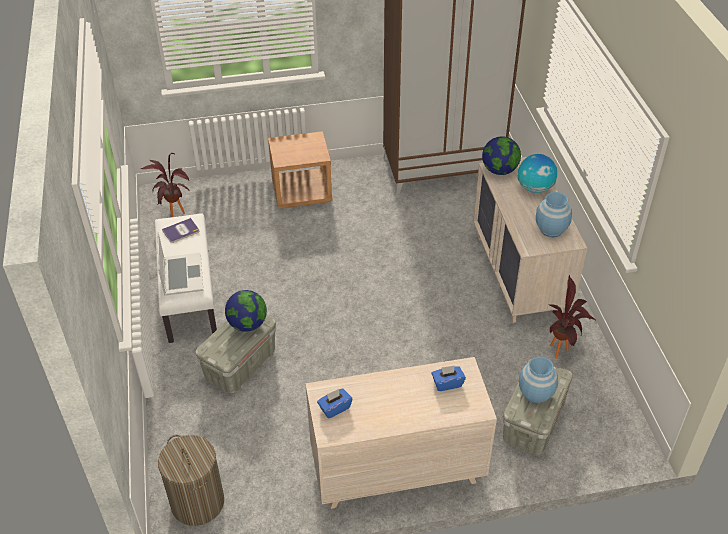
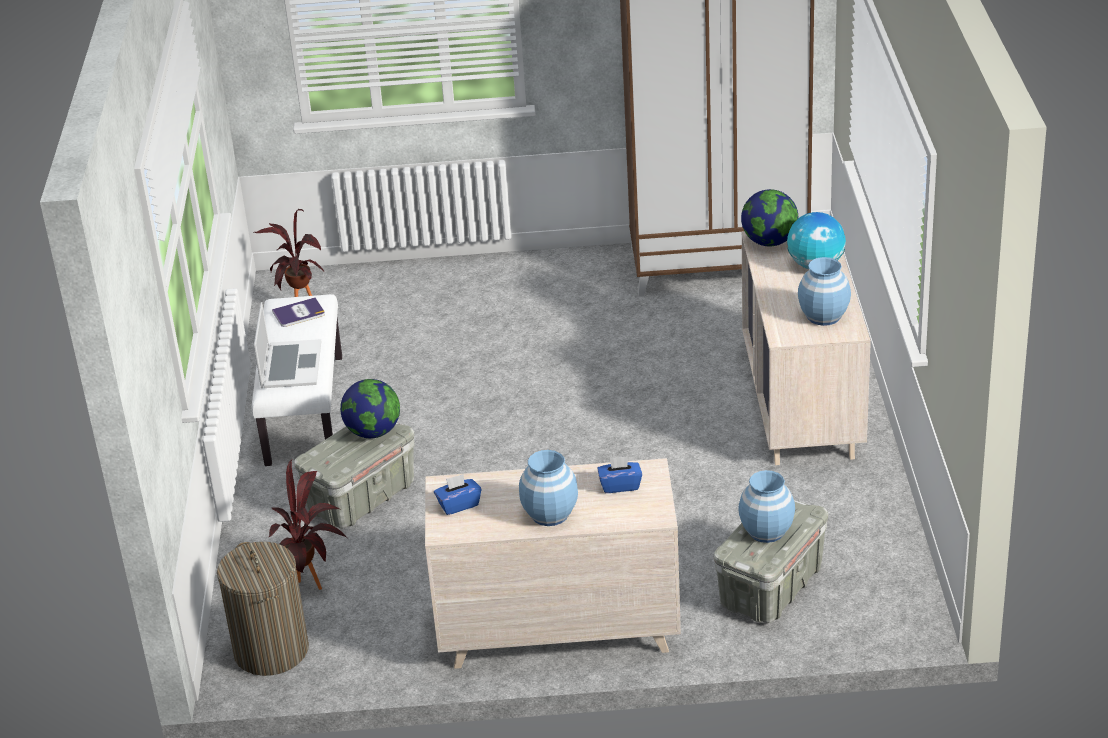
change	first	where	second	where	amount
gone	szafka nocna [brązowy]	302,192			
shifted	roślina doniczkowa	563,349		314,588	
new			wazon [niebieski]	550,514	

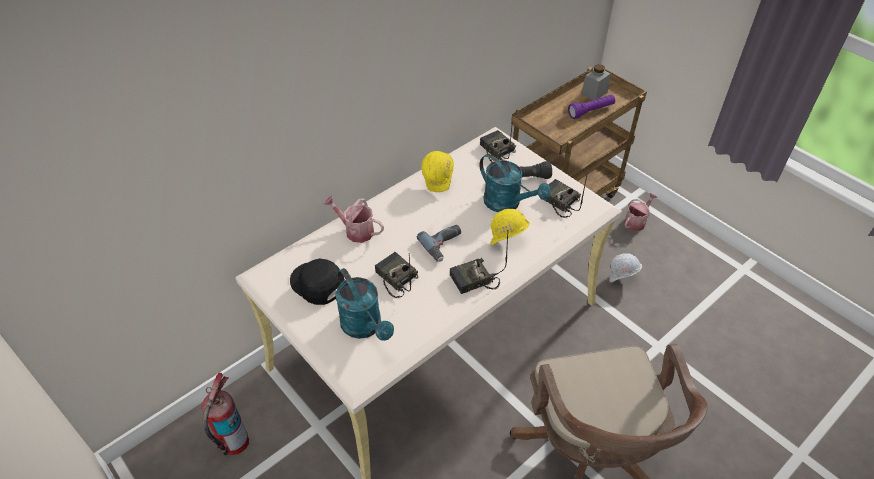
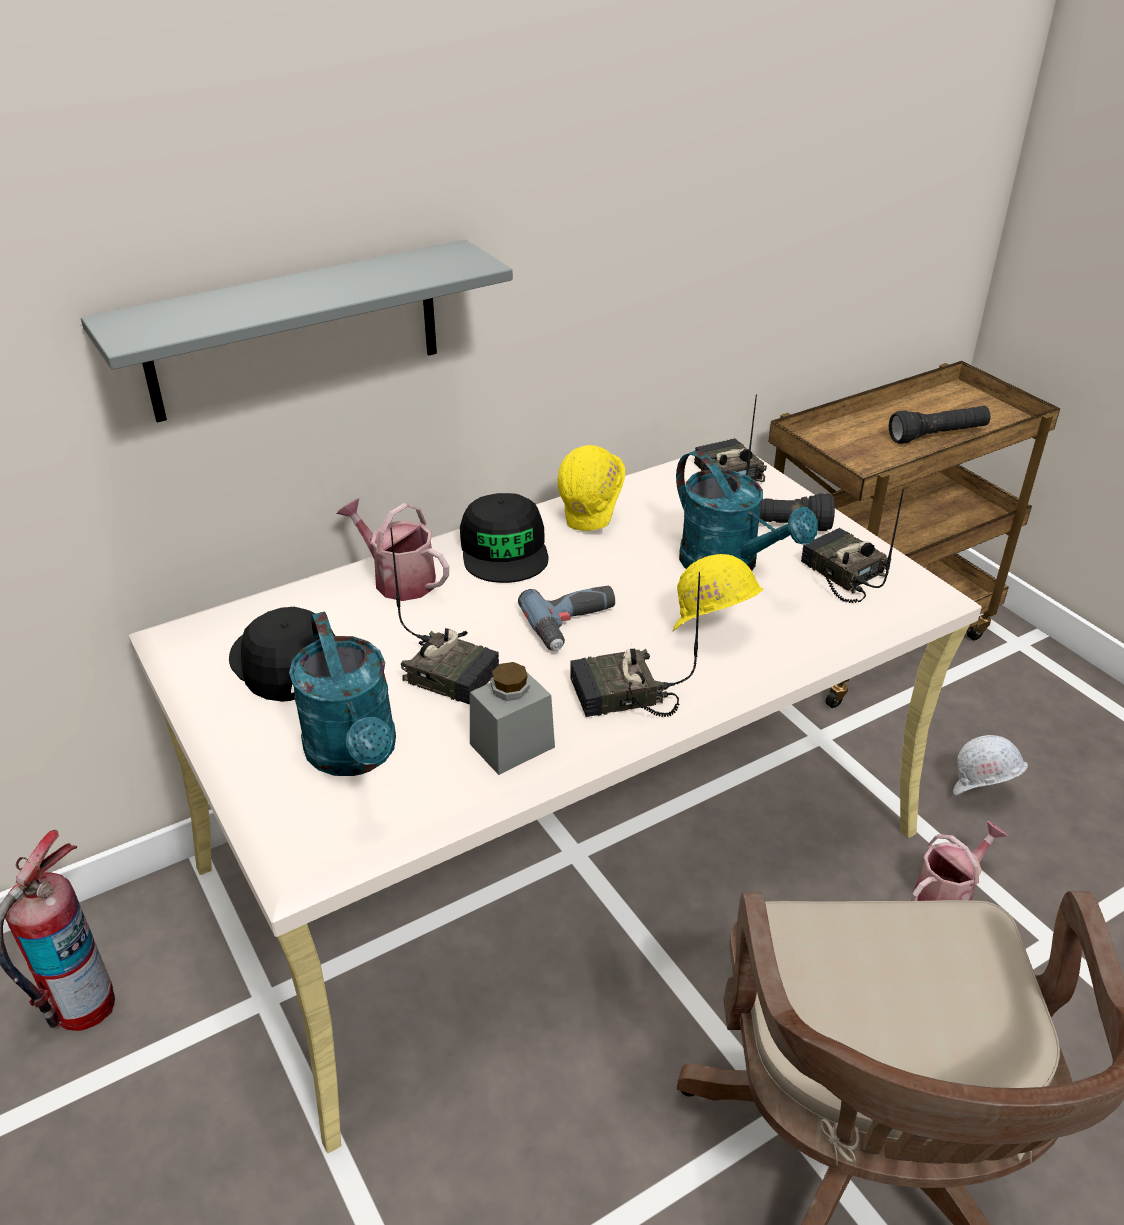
change	first	where	second	where	amount
shifted	słoik [szary]	594,93		512,745	
repainted	latarka [fioletowy]	591,111	latarka [czarny]	937,436	
shifted	konewka	636,221		948,891	
rotated	radio	395,278		451,671	150 degrees clockwise
new			półka [szary]	295,331	
new			czapka z daszkiem [czarny]	504,550	

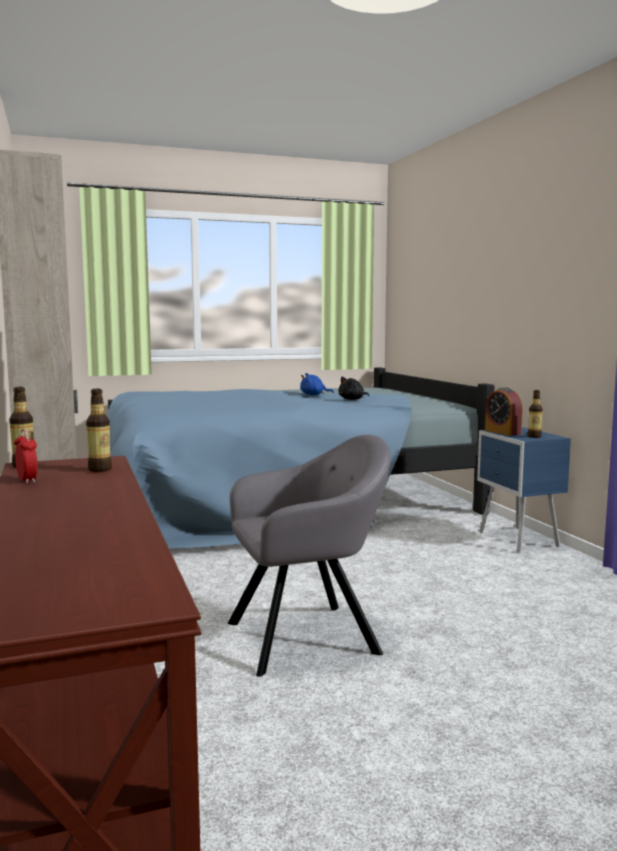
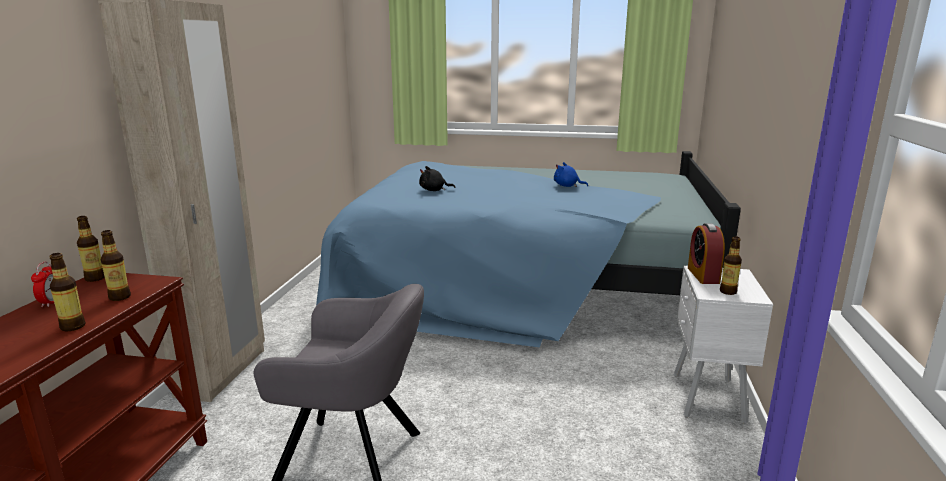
change	first	where	second	where	amount
shifted	pluszak [czarny]	352,399		434,190	
repainted	szafka nocna [niebieski]	518,540	szafka nocna [biały]	707,399	
new			butelka	73,327	

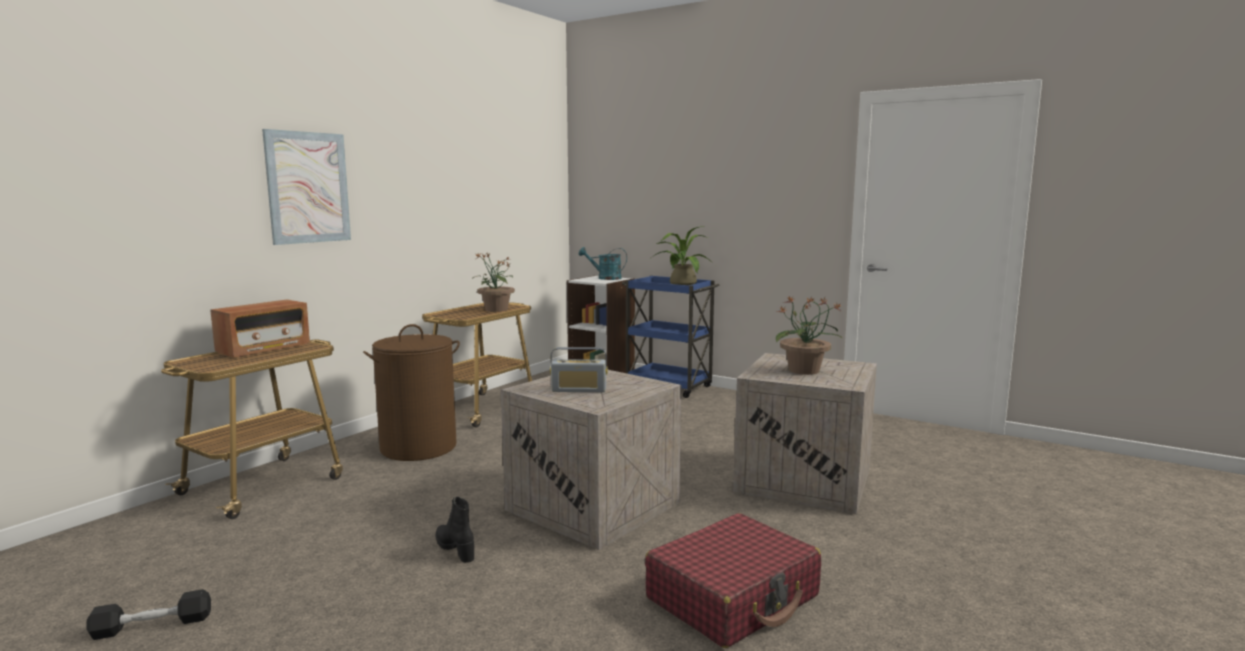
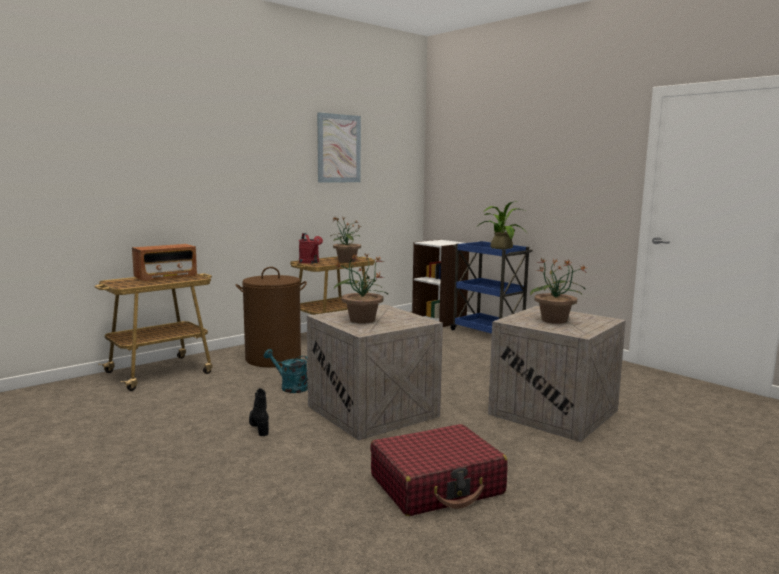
change	first	where	second	where	amount
shifted	obraz	308,187		339,148	
shifted	konewka [turkusowy]	605,278		290,387	
swapped	radio	579,390	roślina doniczkowa	361,320	
gone	hantel [czarny]	152,626			
new			konewka [czerwony]	310,262	

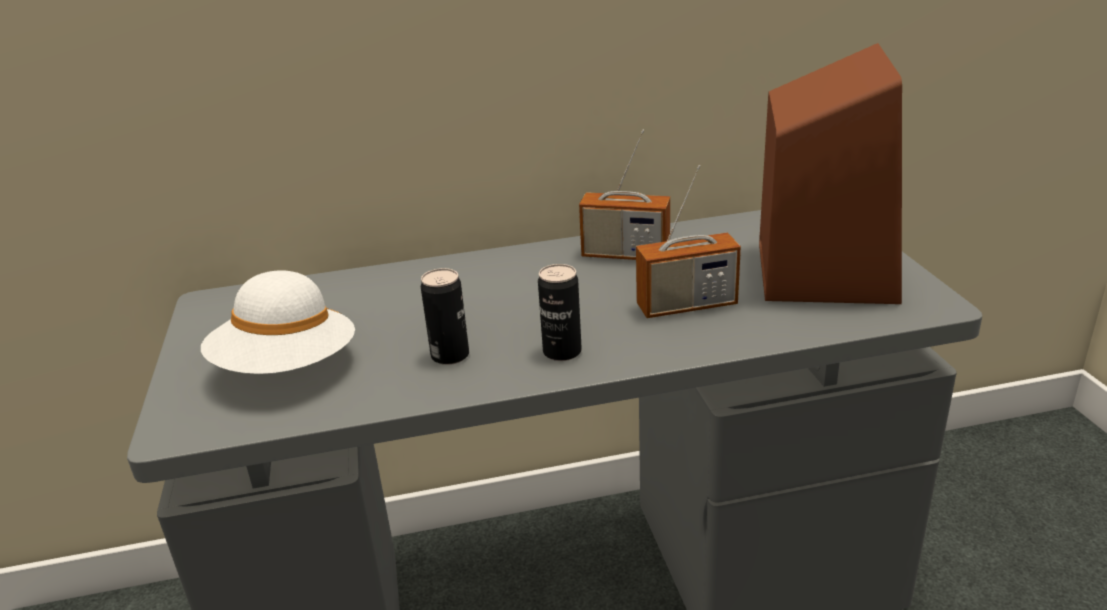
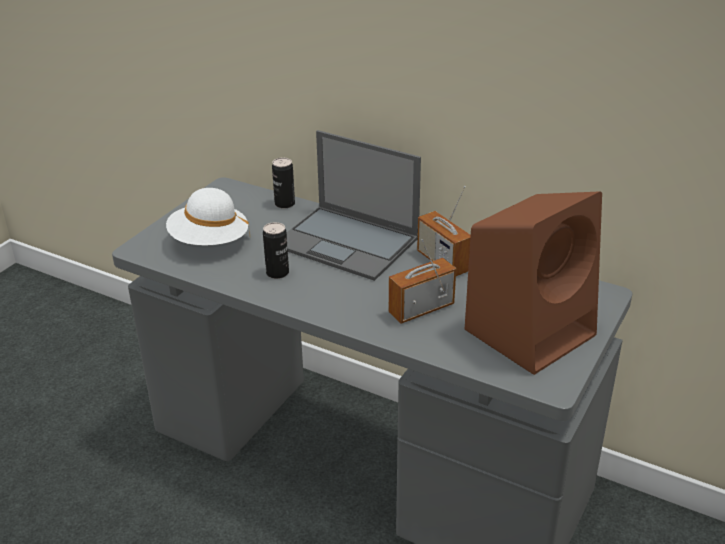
change	first	where	second	where	amount
rotated	radio	686,306		421,309	120 degrees clockwise
shifted	puszka	562,352		284,204	
new			laptop	348,242	

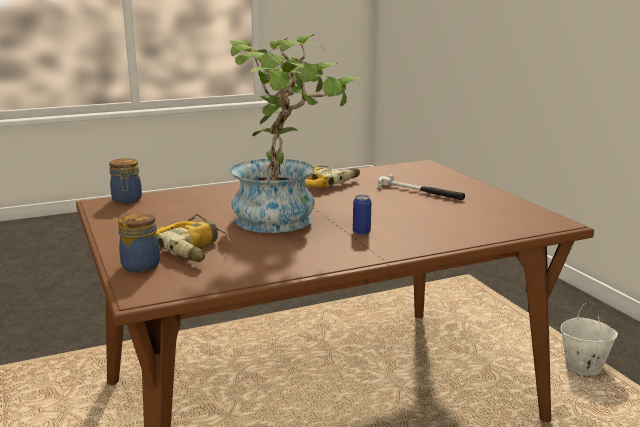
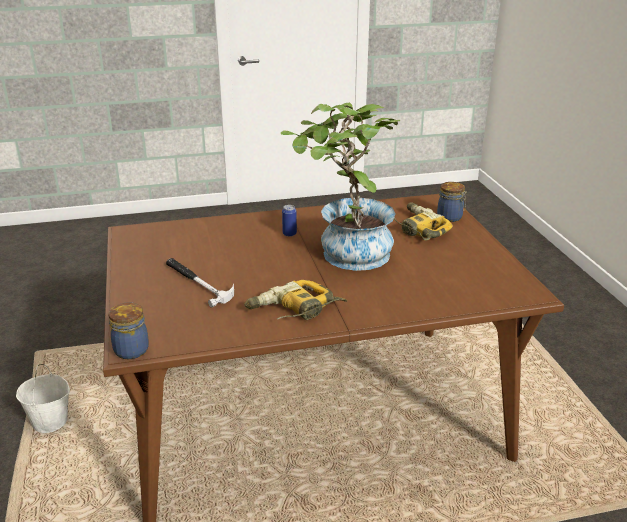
change	first	where	second	where	amount
shifted	słoik	127,200		132,349	

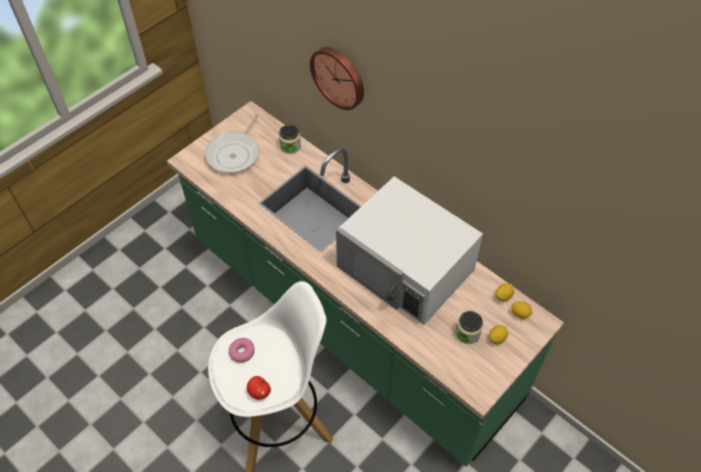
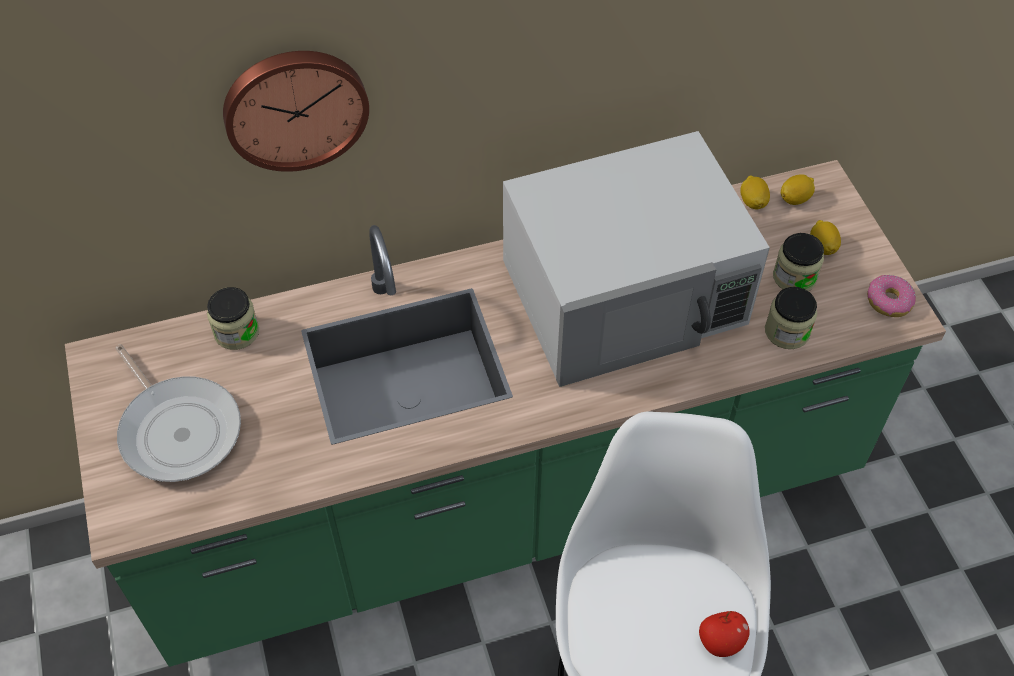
change	first	where	second	where	amount
shifted	donut	242,352		888,301	
new			słoik	787,331	

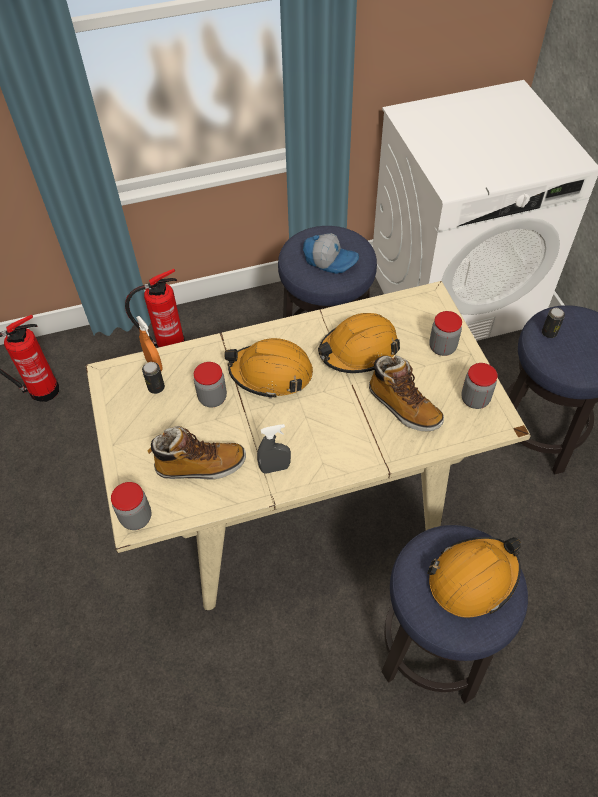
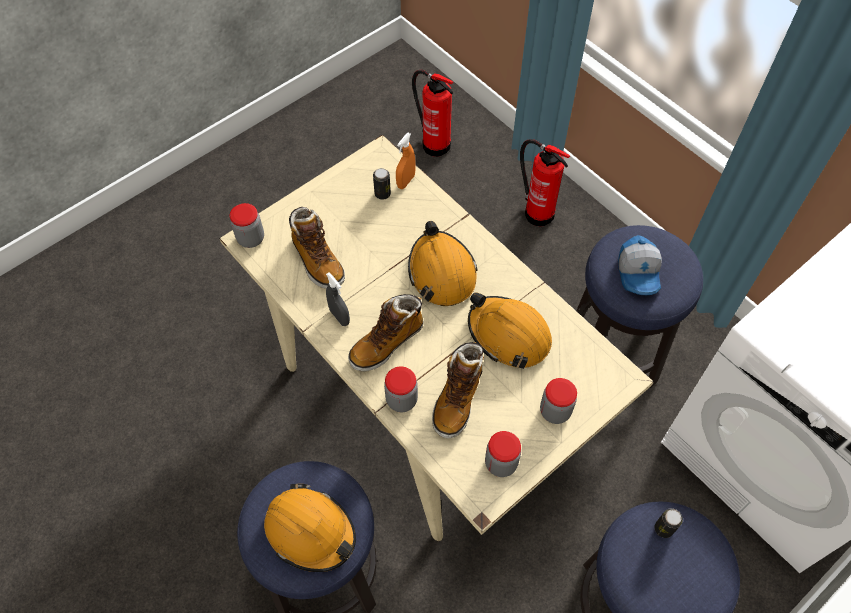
change	first	where	second	where	amount
shifted	słoik	212,398		401,400	
new			but z cholewką	387,343	

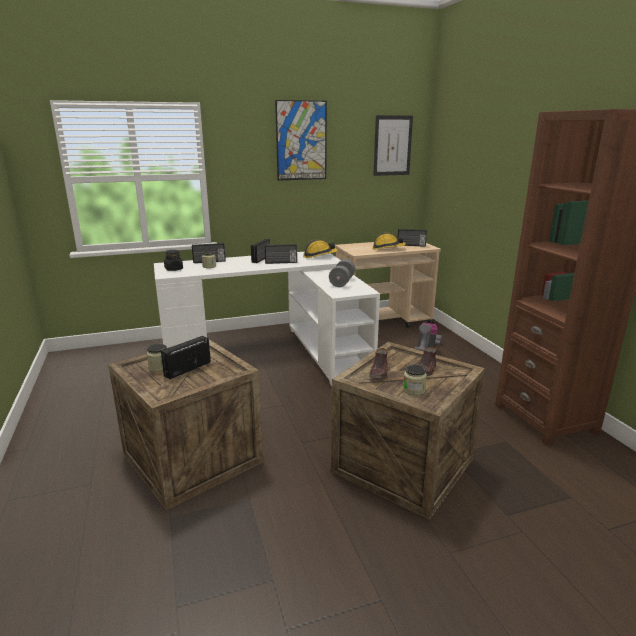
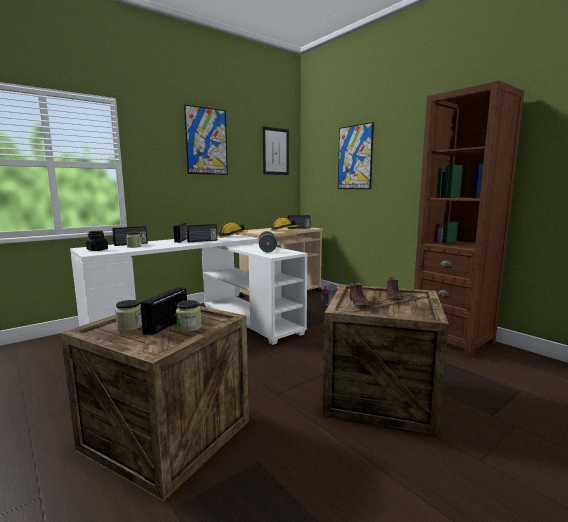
change	first	where	second	where	amount
shifted	słoik	414,390		189,327	
new			obraz	355,157	

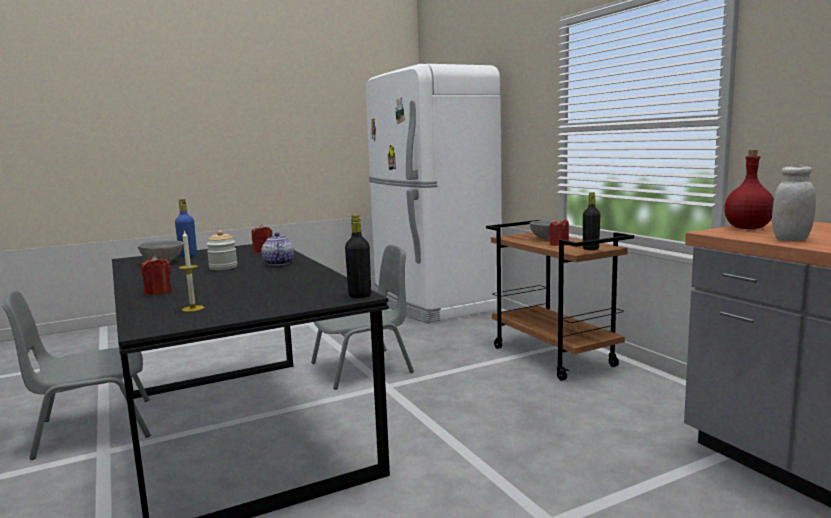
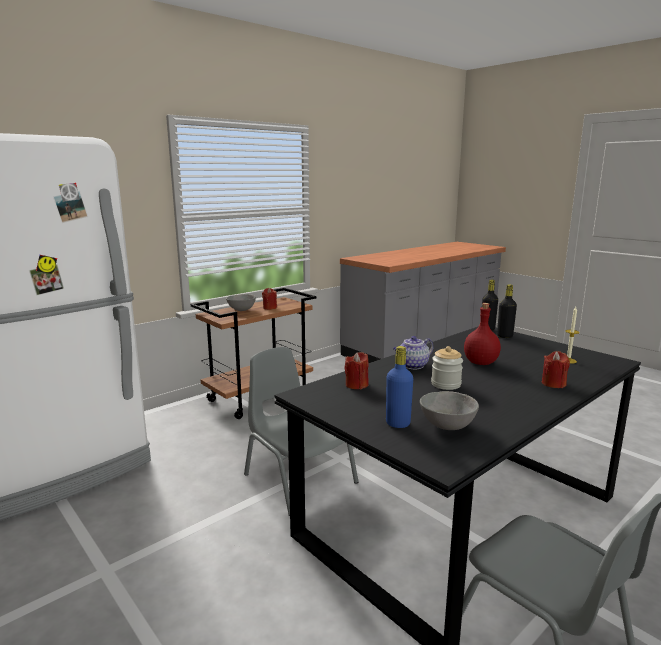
change	first	where	second	where	amount
shifted	butelka [czerwony]	747,228		480,363	
gone	słoik [biały]	791,239			
shifted	butelka [czarny]	590,249		504,336	

